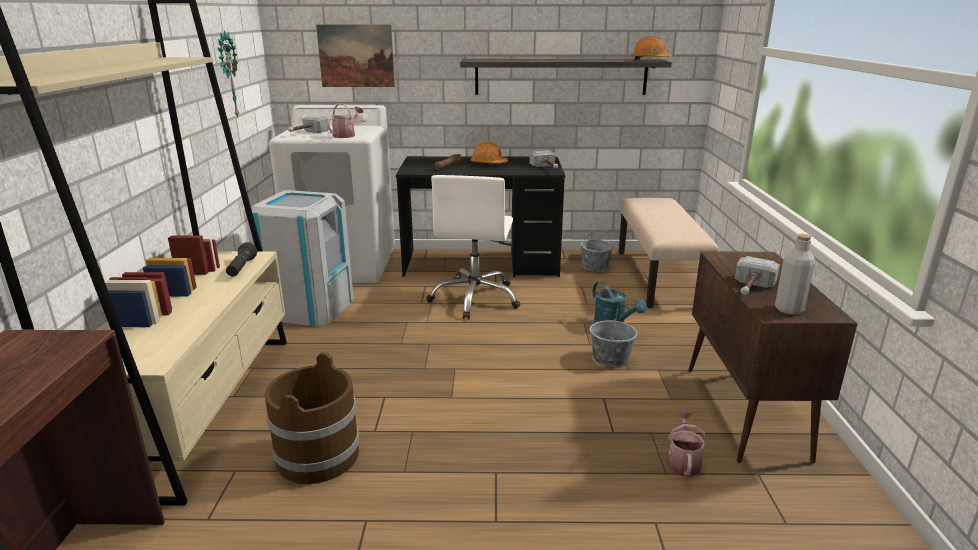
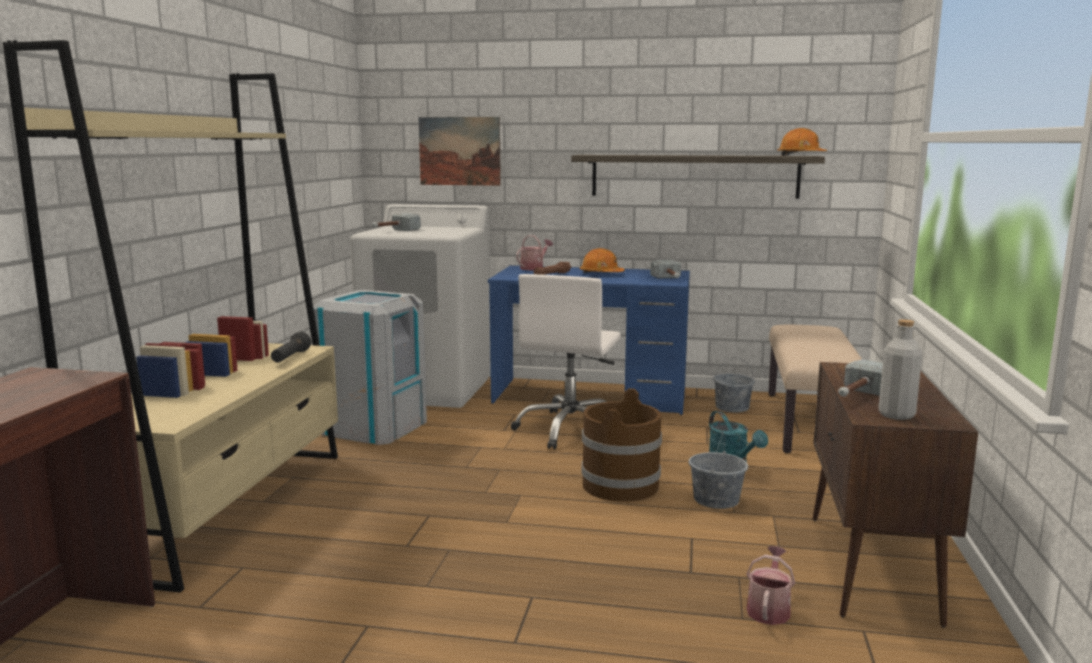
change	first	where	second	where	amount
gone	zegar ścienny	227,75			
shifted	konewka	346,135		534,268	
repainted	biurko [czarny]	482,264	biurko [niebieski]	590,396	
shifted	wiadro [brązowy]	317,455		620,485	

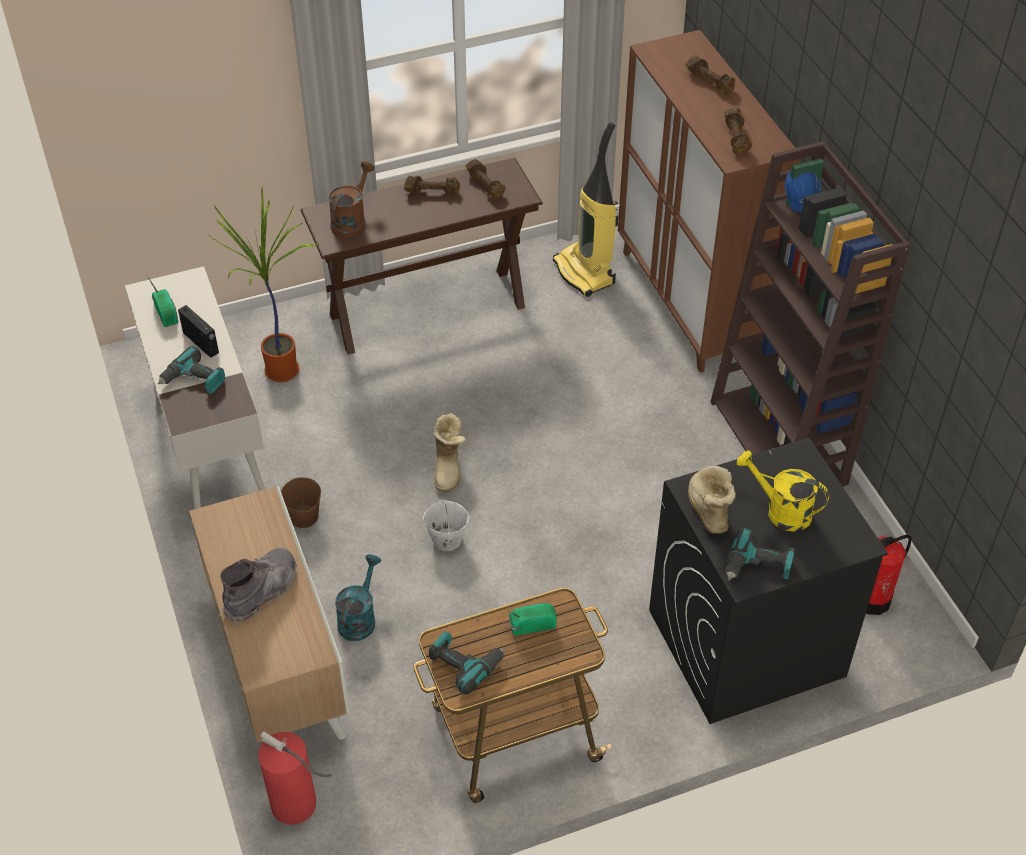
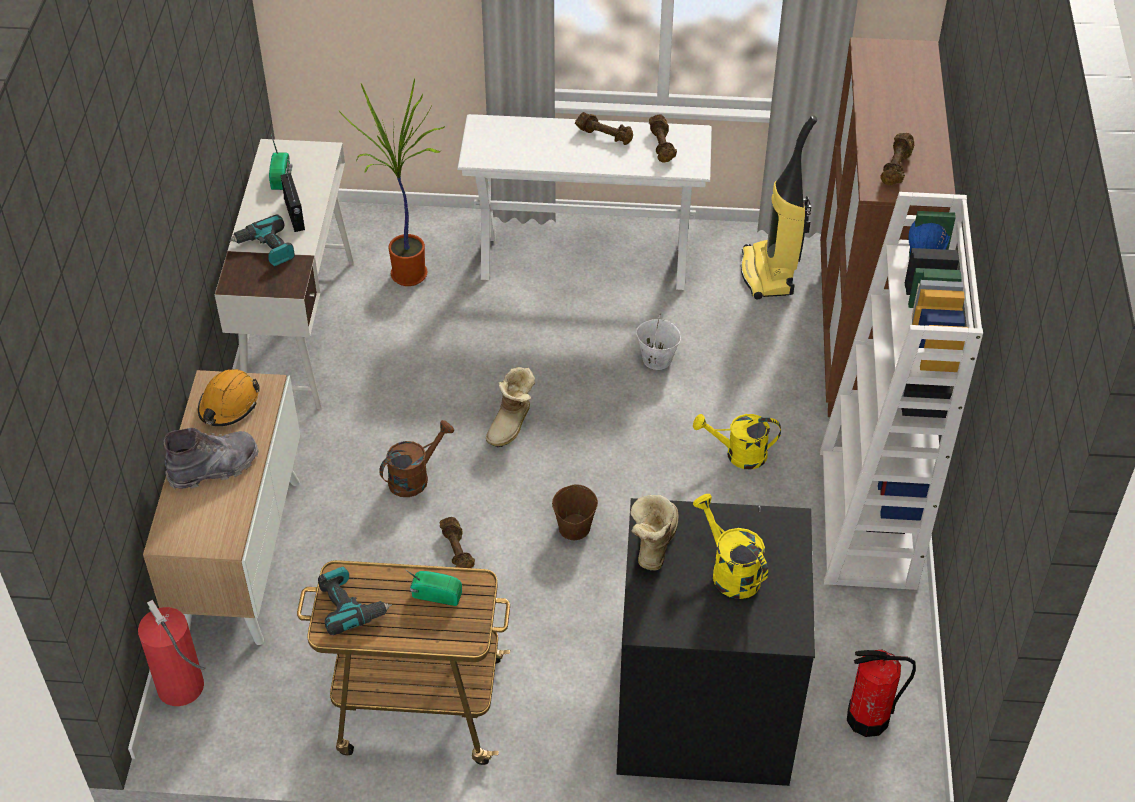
change	first	where	second	where	amount
shifted	hantel [brązowy]	710,82		458,551	
repainted	regał [brązowy]	780,443	regał [biały]	869,519	
repainted	stolik konsolowy [brązowy]	428,310	stolik konsolowy [biały]	585,261	
shifted	konewka [brązowy]	351,220		414,477	
shifted	wiadro [brązowy]	304,517		574,528	
shifted	wiadro [biały]	446,539		656,359	
gone	wiertarka	758,567			
gone	konewka [turkusowy]	359,617			
new			kask [pomarańczowy]	228,405	
new			konewka [żółty]	738,454	

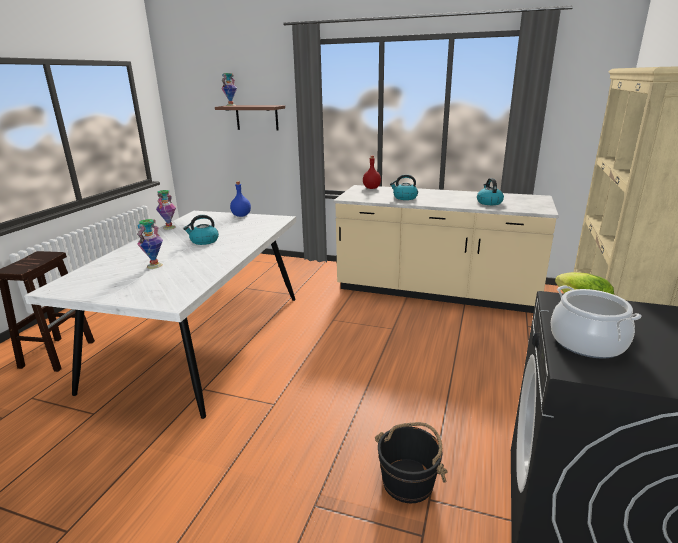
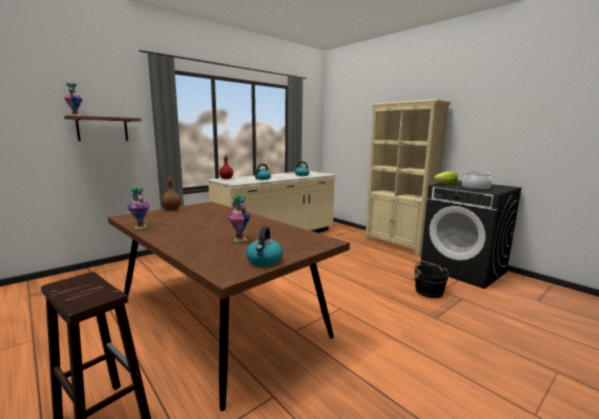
change	first	where	second	where	amount
repainted	butelka [niebieski]	241,215	butelka [brązowy]	171,209	
repainted	stół jadalny [biały]	202,338	stół jadalny [brązowy]	218,317	
shifted	czajnik	204,241		264,261	

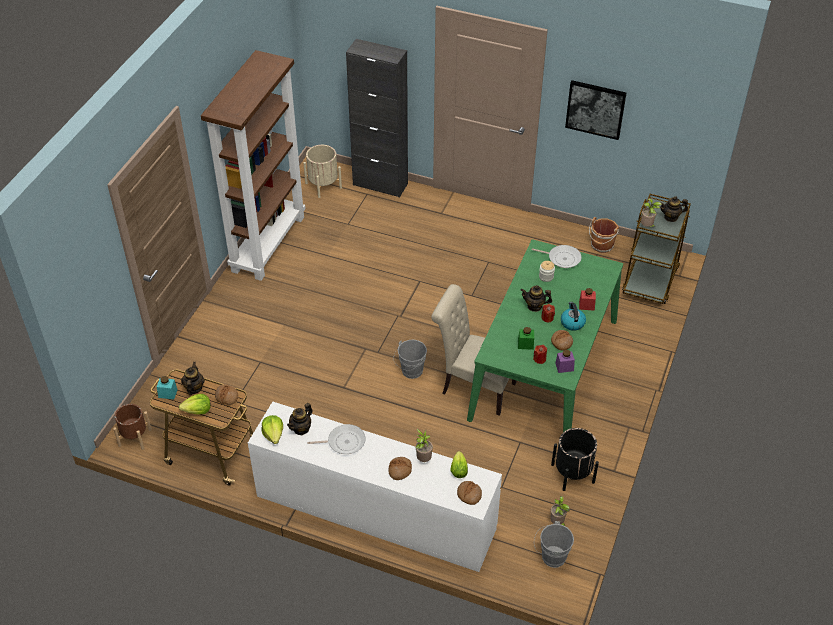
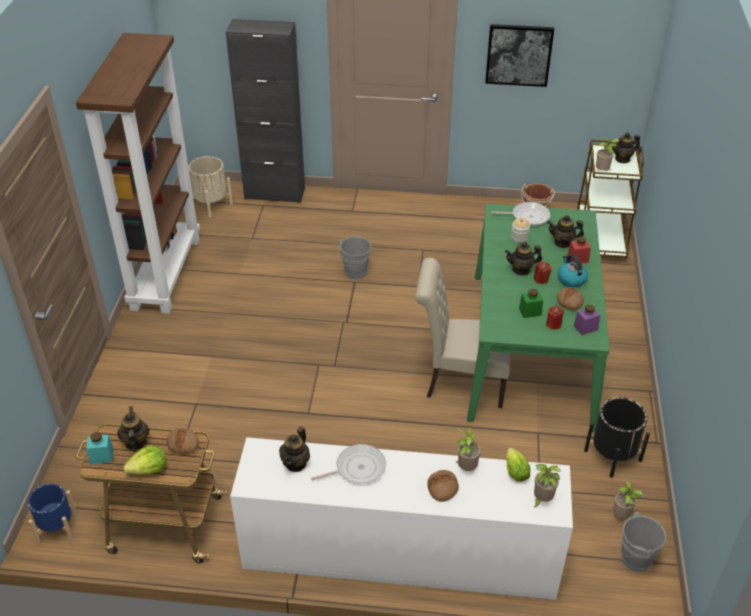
change	first	where	second	where	amount
shifted	wiadro [szary]	410,372		354,273	
repainted	donica [brązowy]	135,438	donica [niebieski]	57,529	
gone	sałata	273,434			
swapped	chleb	469,494	roślina doniczkowa	541,499	
new			imbryk	563,243	

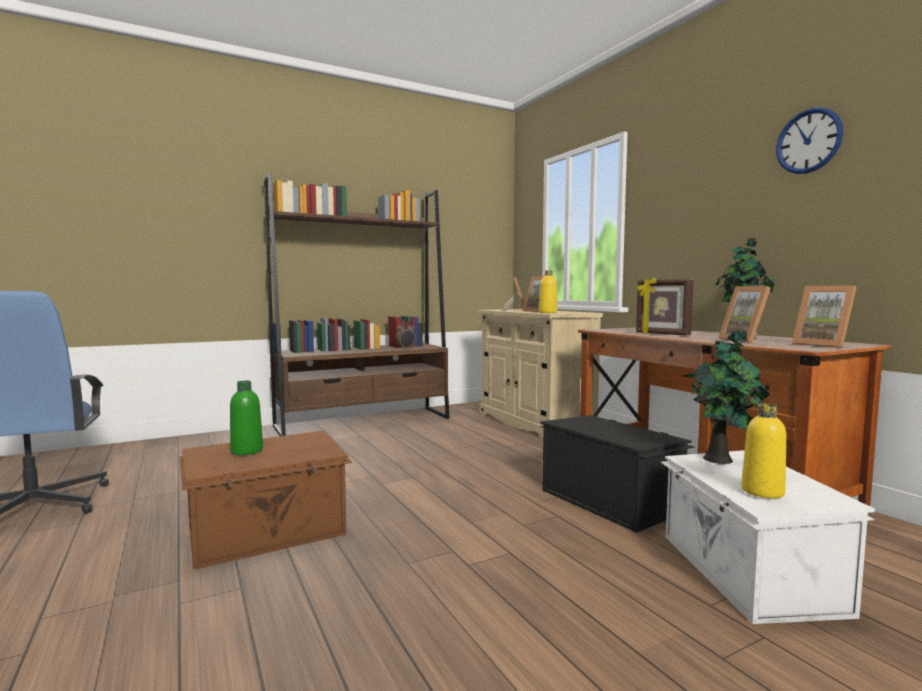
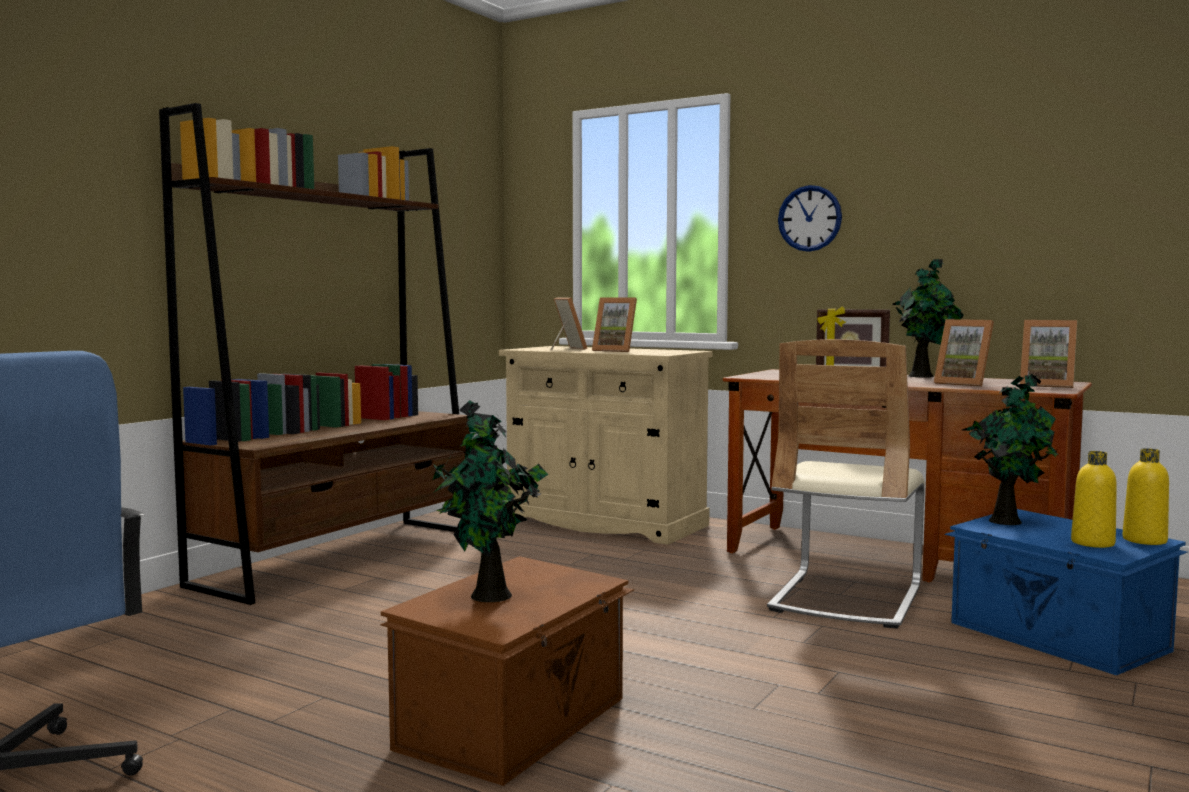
change	first	where	second	where	amount
shifted	zegar ścienny	808,141		809,218	
shifted	butelka [żółty]	548,312		1144,540	
gone	budzik	405,348			
swapped	butelka [zielony]	247,451	roślina doniczkowa	490,597	
swapped	pojemnik do przechowywania [czarny]	610,500	krzesło [beżowy]	846,598	
repainted	pojemnik do przechowywania [biały]	746,572	pojemnik do przechowywania [niebieski]	1057,637	

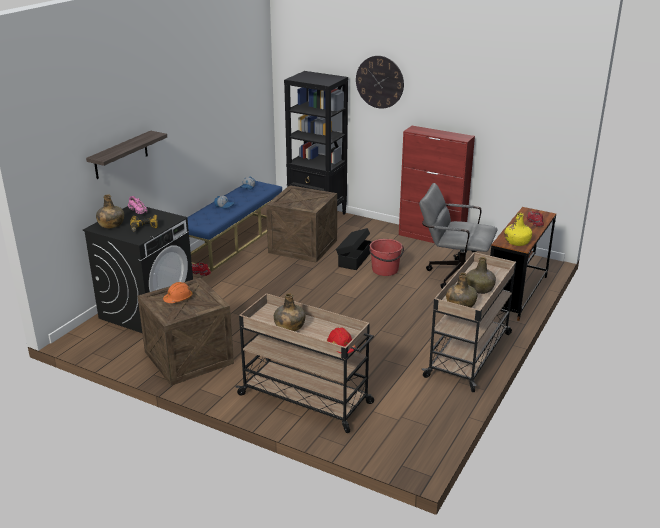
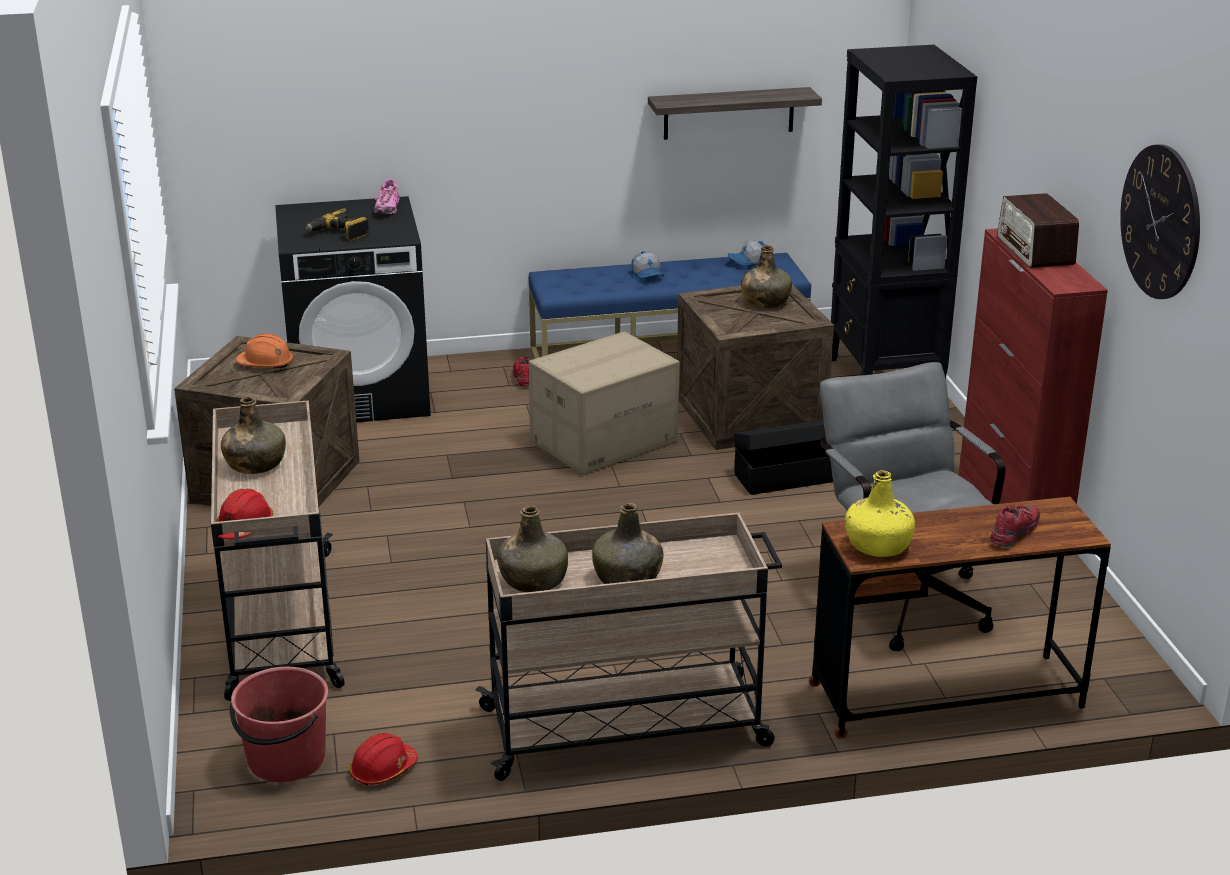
change	first	where	second	where	amount
shifted	zegar ścienny	379,82		1160,222	
shifted	półka	121,155		729,113	
shifted	butelka [zielony]	111,224		765,302	
shifted	wiadro [czerwony]	385,270		285,760	
new			radio	1035,251	
new			karton	603,441	
new			kask [czerwony]	383,770	

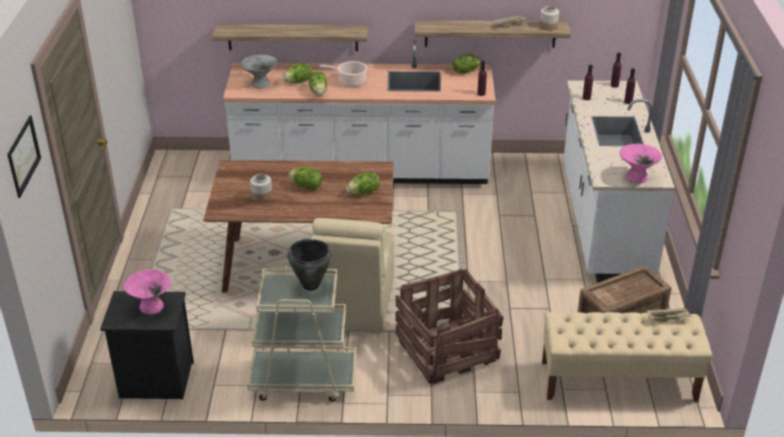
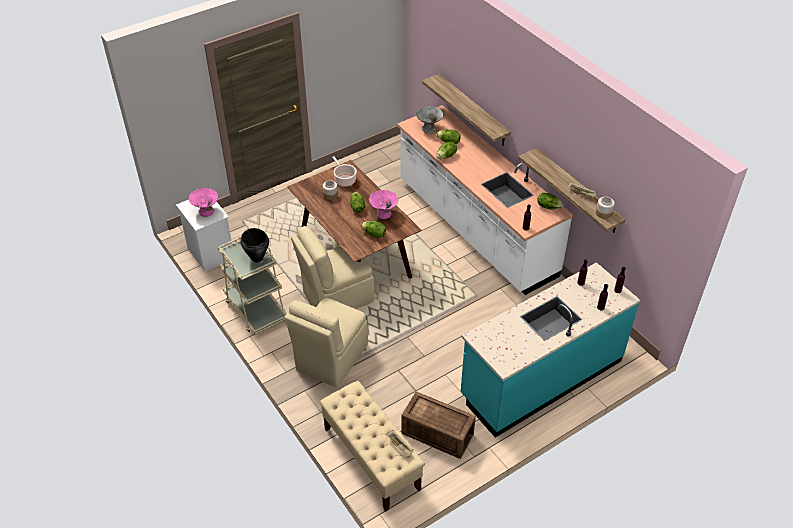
change	first	where	second	where	amount
shifted	garnek	350,82		344,180	
repainted	zabudowa kuchenna [biały]	603,223	zabudowa kuchenna [turkusowy]	541,378	
gone	obraz	23,156			
shifted	miska [różowy]	636,177		383,213	
swapped	skrzynka	445,350	krzesło [beżowy]	330,359	
repainted	szafka nocna [czarny]	154,381	szafka nocna [biały]	209,253	

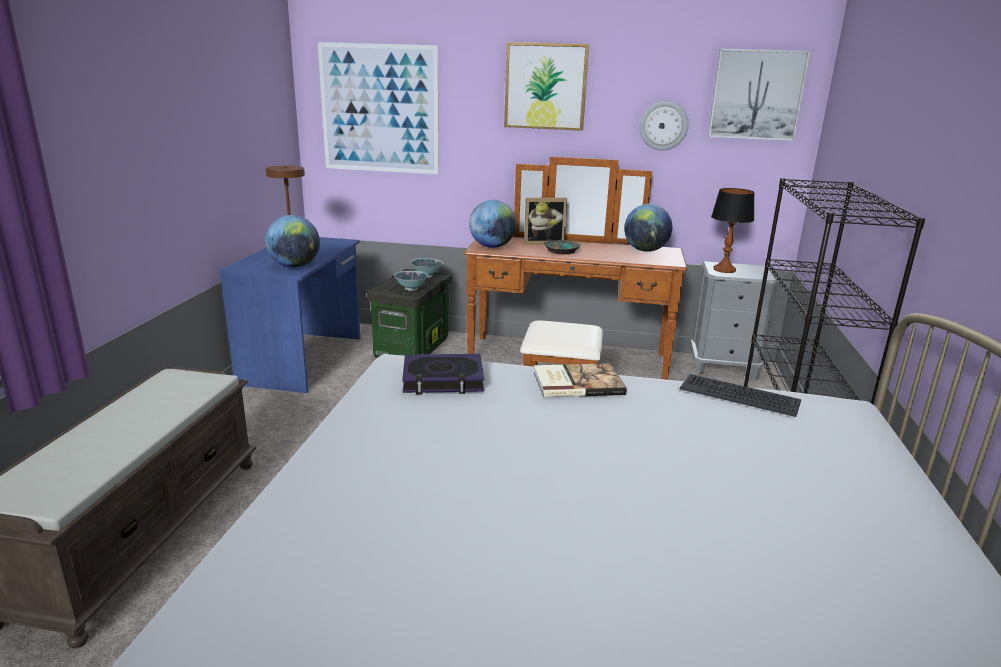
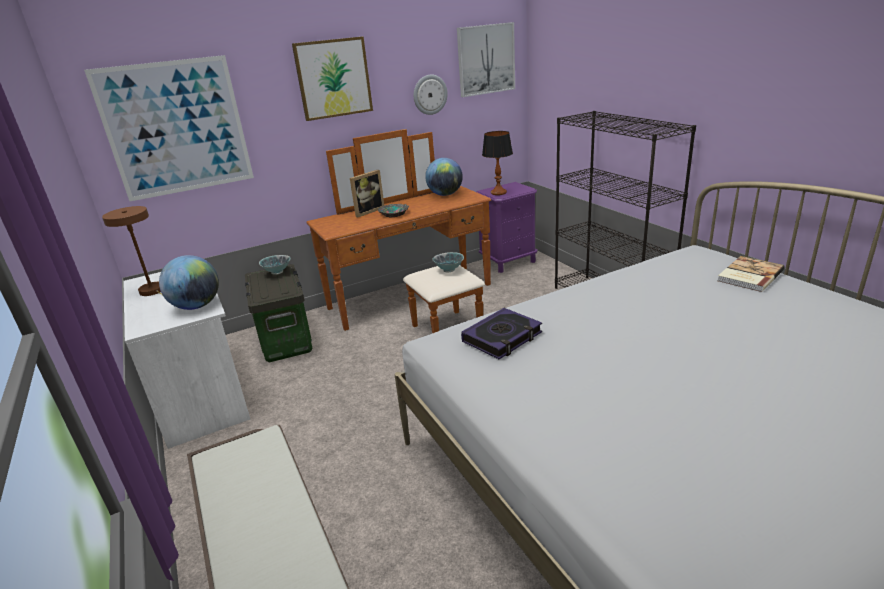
change	first	where	second	where	amount
gone	globus	492,246			
repainted	biurko [niebieski]	304,359	biurko [biały]	203,394	
repainted	szafka nocna [szary]	724,367	szafka nocna [fioletowy]	509,262	
shifted	miska	411,289		449,270	
shifted	książka	576,383		748,275	
gone	klawiatura	739,395			

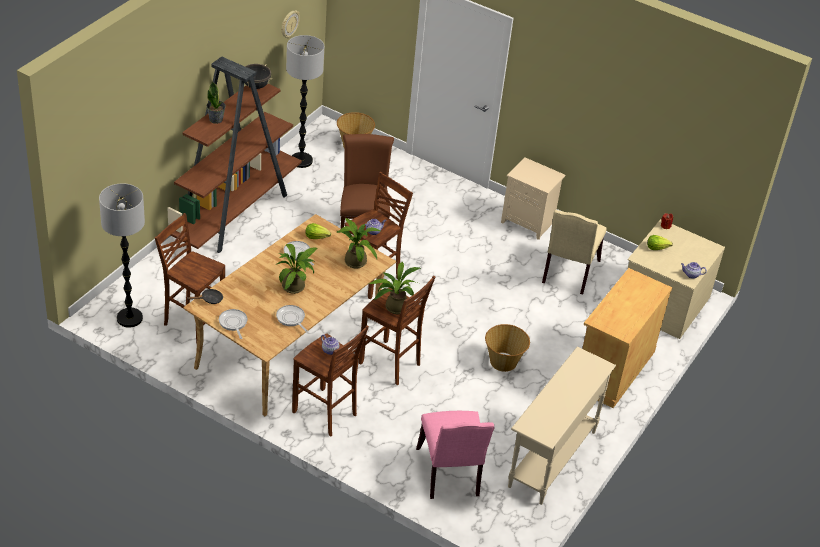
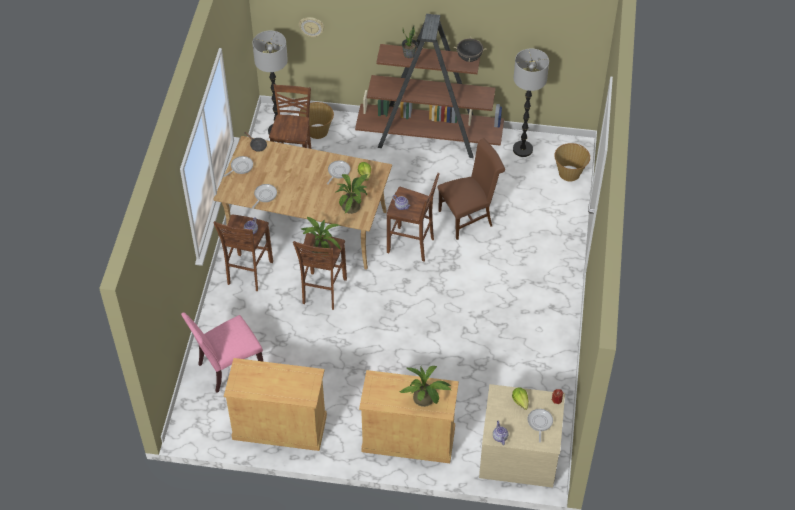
change	first	where	second	where	amount
shifted	zegar ścienny	289,24		311,26	
gone	szafka nocna [beżowy]	529,222			
gone	krzesło [beżowy]	568,273			
shifted	roślina doniczkowa	296,286		426,400	
shifted	koszyk	503,362		317,131	
swapped	stolik konsolowy [beżowy]	551,459	szafka [beżowy]	279,427	
new			patelnia	539,423	

